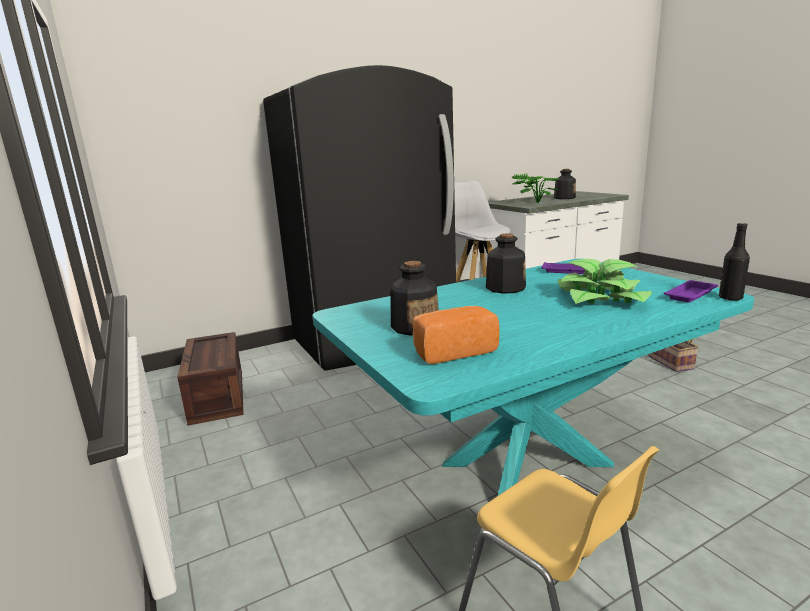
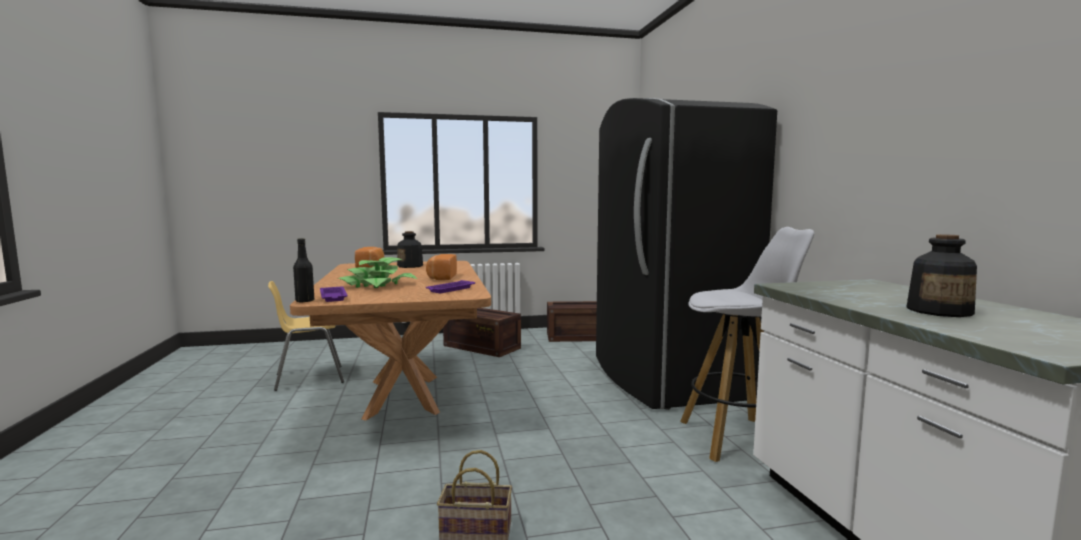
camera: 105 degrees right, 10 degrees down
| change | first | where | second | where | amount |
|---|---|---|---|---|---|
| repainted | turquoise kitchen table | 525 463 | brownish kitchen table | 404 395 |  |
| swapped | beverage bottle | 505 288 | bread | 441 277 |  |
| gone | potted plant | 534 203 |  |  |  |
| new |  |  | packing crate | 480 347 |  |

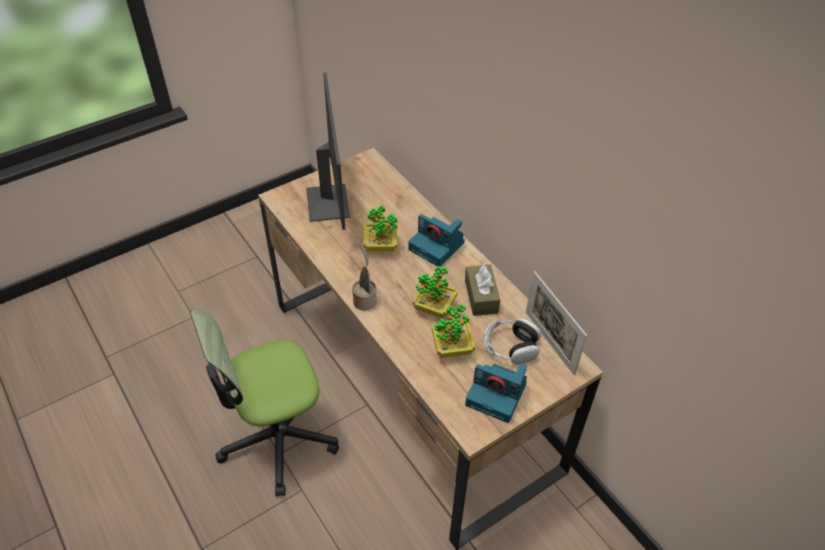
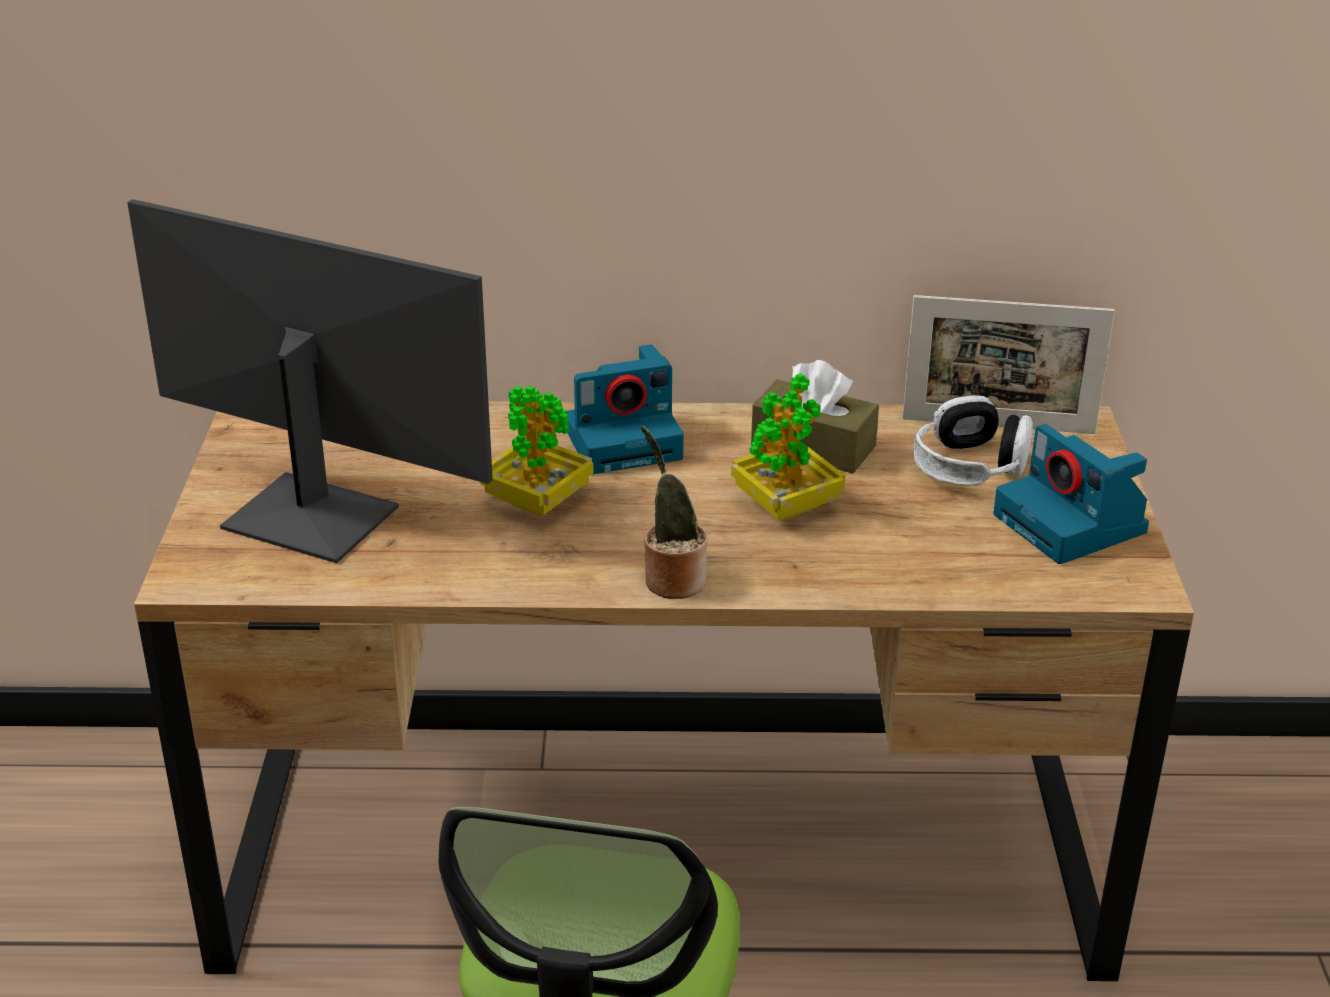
camera: 55 degrees left, 15 degrees down
| change | first | where | second | where | amount |
|---|---|---|---|---|---|
| gone | potted plant | 452 347 |  |  |  |
| rotated | still camera | 497 394 |  | 1073 524 | 90 degrees clockwise |

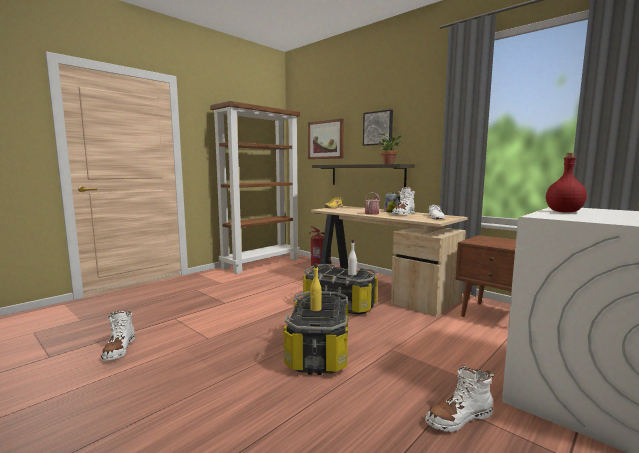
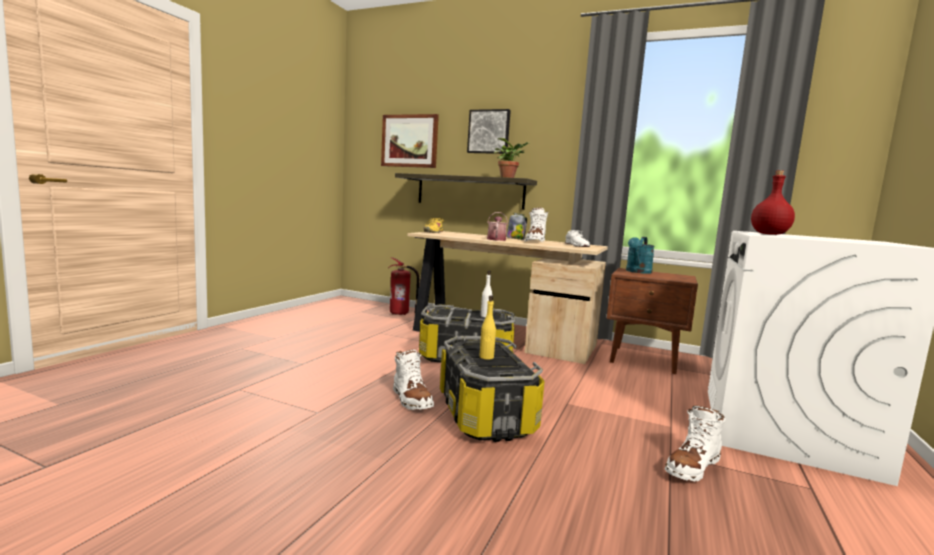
camera: 20 degrees left, 0 degrees up
| change | first | where | second | where | amount |
|---|---|---|---|---|---|
| shifted | white tall boot | 119 350 |  | 411 399 |  |
| gone | brownish bookcase | 261 263 |  |  |  |
| new |  |  | turquoise sprinkling can | 637 272 |  |

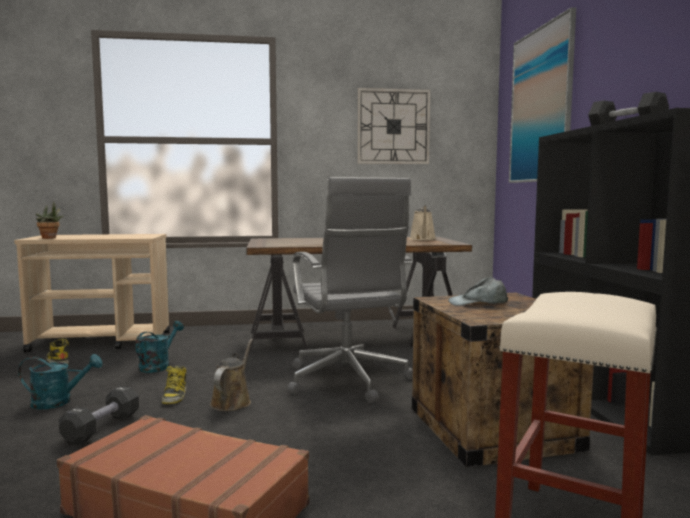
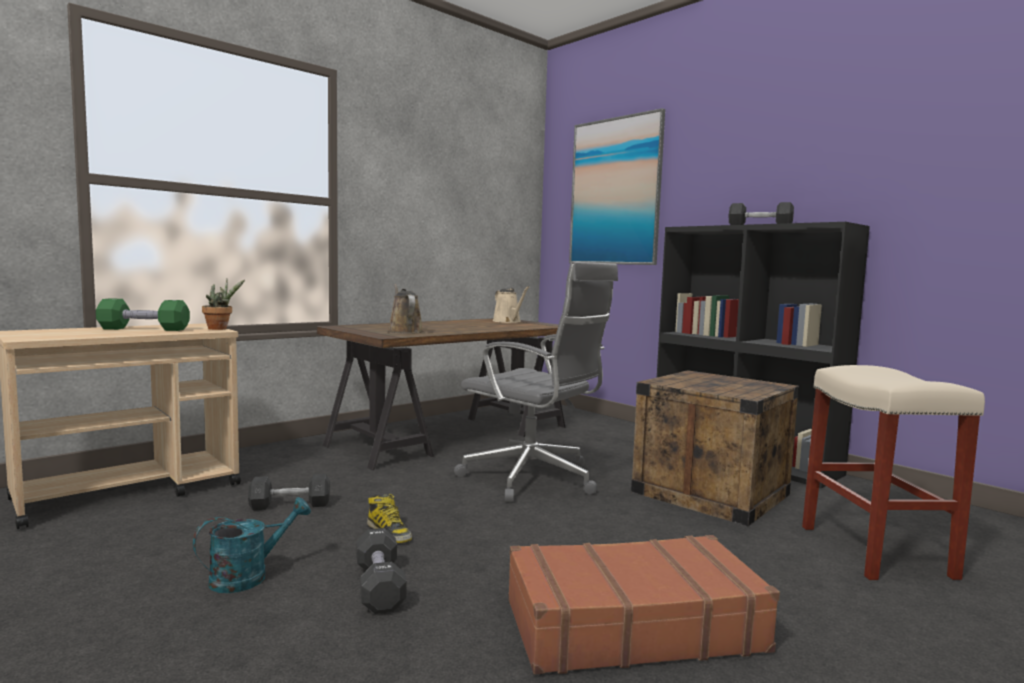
camera: 35 degrees left, 0 degrees up
| change | first | where | second | where | amount |
|---|---|---|---|---|---|
| shifted | potted plant | 50 238 |  | 220 329 |  |
| gone | tall boot | 57 360 |  |  |  |
| swapped | turquoise sprinkling can | 158 366 | greyish dumbbell | 290 505 |  |
| shifted | brownish sprinkling can | 232 401 |  | 404 331 |  |
| gone | wall clock | 393 127 |  |  |  |
| gone | greyish cap | 478 302 |  |  |  |
| new |  |  | green dumbbell | 144 329 |  |

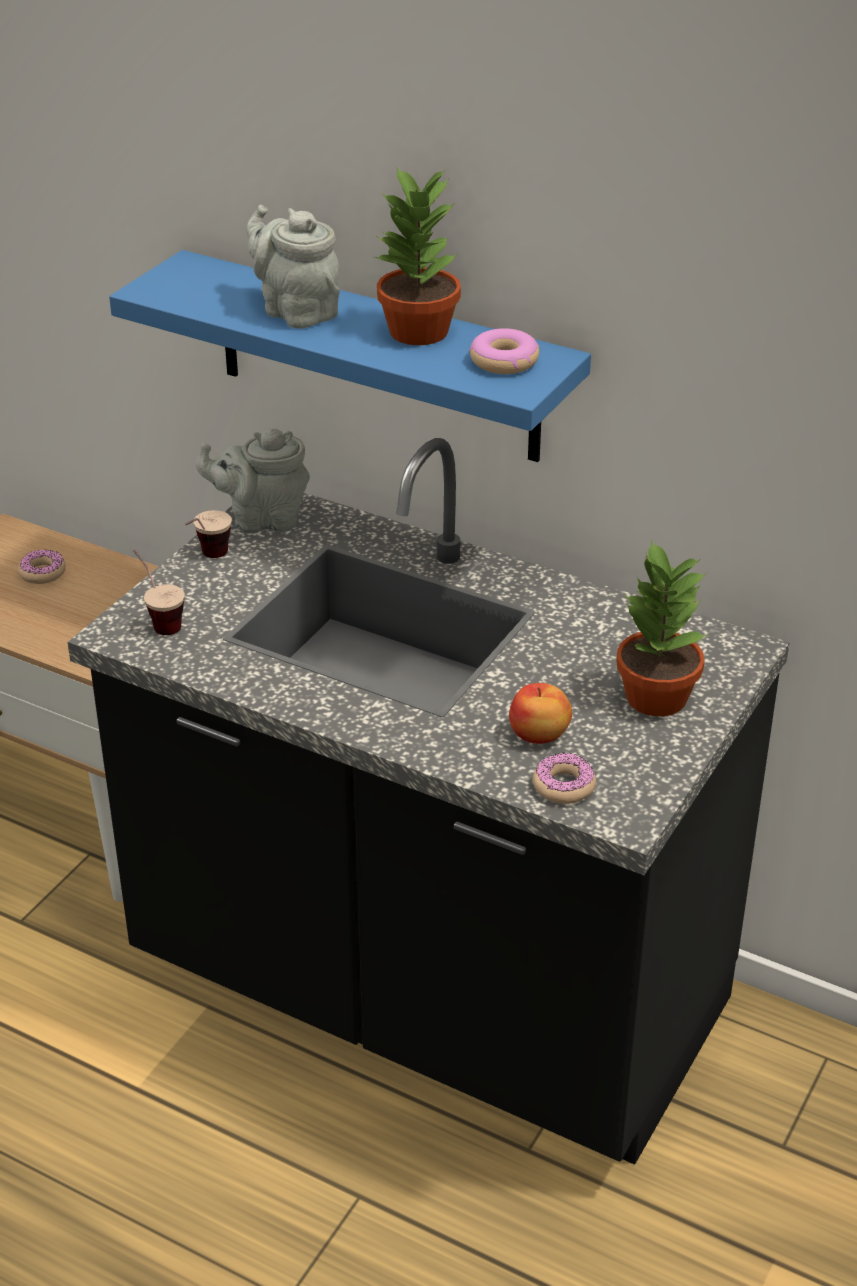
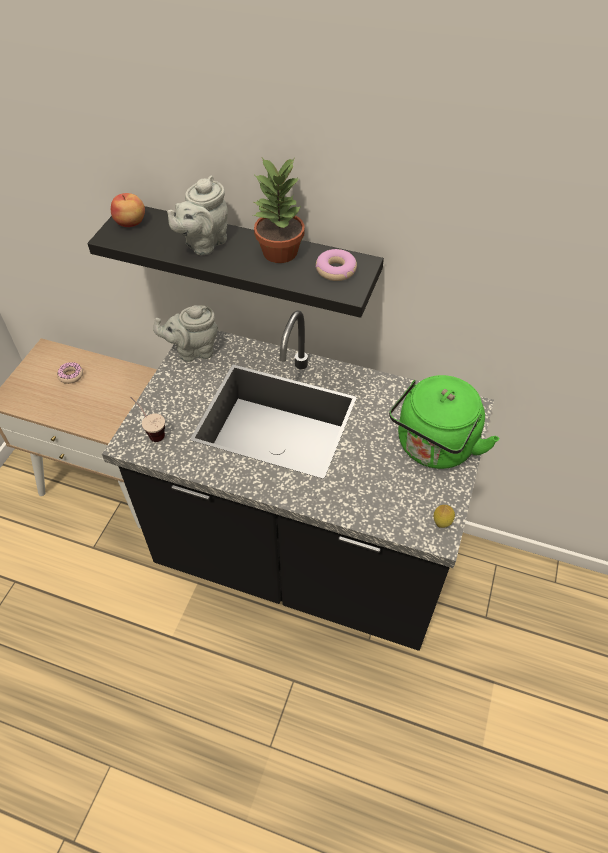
camera: 10 degrees left, 15 degrees up
| change | first | where | second | where | amount |
|---|---|---|---|---|---|
| repainted | bluish wall shelf | 377 357 | black wall shelf | 250 259 |  |
| gone | small cup | 207 560 |  |  |  |
| rotated | greyish teapot | 296 311 |  | 203 244 | 90 degrees counterclockwise |
| shifted | apple fruit | 539 735 |  | 130 223 |  |
| gone | donut | 564 786 |  |  |  |
| swapped | potted plant | 654 696 | green water kettle | 433 448 |  |
| new |  |  | lemon | 441 523 |  |

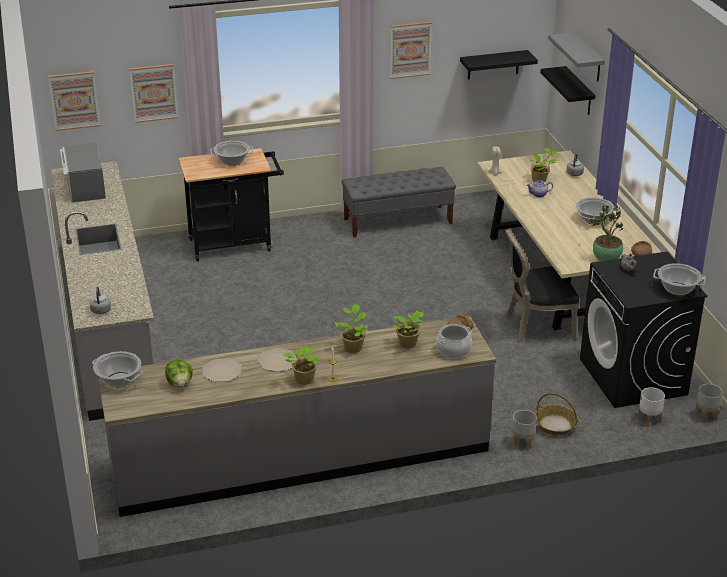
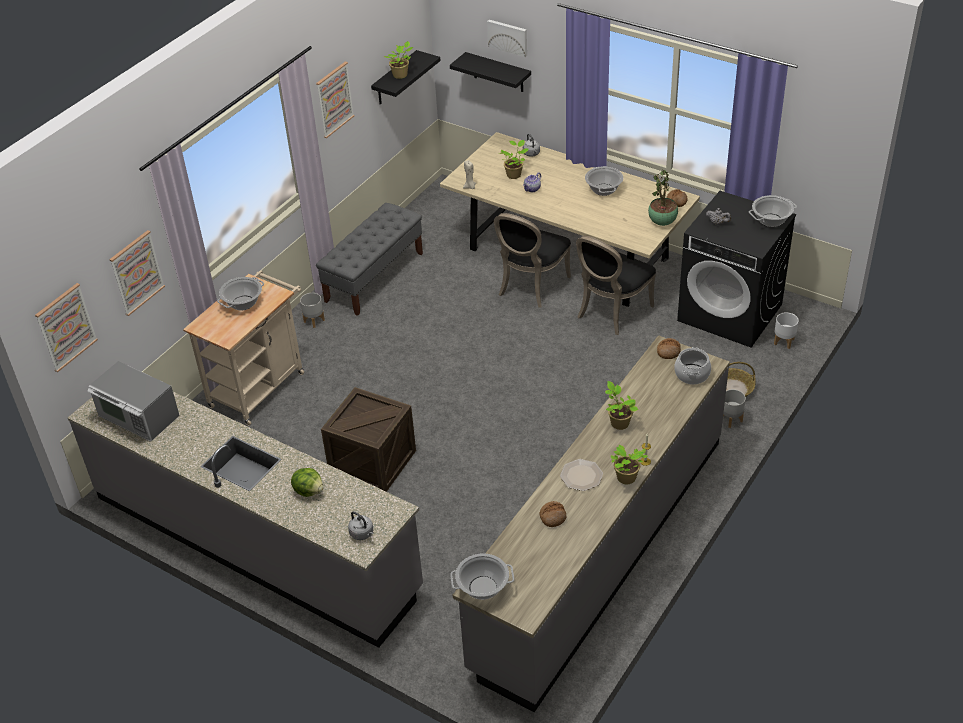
camera: 40 degrees left, 10 degrees up
| change | first | where | second | where | amount |
|---|---|---|---|---|---|
| shifted | head of lettuce | 180 383 |  | 309 490 |  |
| repainted | black trolley | 235 244 | sand-coloured trolley | 260 386 |  |
| swapped | flat dish | 222 371 | bread | 552 516 |  |
| shifted | potted plant | 408 344 |  | 401 75 |  |
| swapped | greyish wall shelf | 588 58 | wall art | 508 37 |  |
| shifted | greyish flower pot | 706 416 |  | 314 321 |  |
| new |  |  | packing crate | 372 462 |  |
| new |  |  | black upright chair | 530 286 |  |

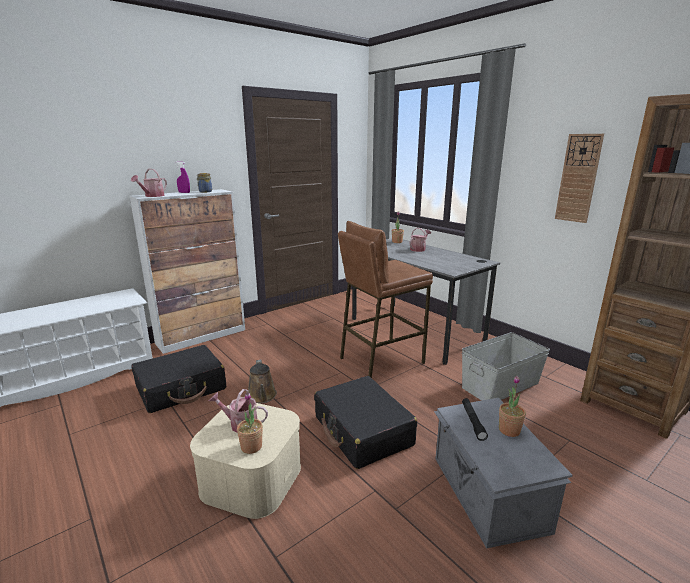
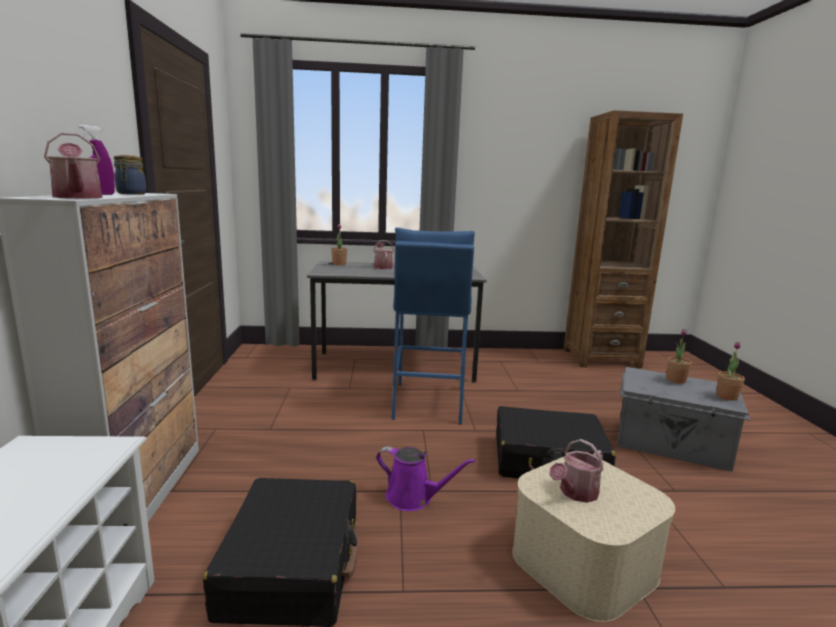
camera: 55 degrees left, 5 degrees down
| change | first | where | second | where | amount |
|---|---|---|---|---|---|
| shifted | potted plant | 251 447 |  | 726 396 |  |
| repainted | brownish sprinkling can | 262 397 | purplish sprinkling can | 413 498 |  |
| repainted | brownish stool seat | 381 360 | bluish stool seat | 428 402 |  |
| gone | greyish storage box | 501 385 |  |  |  |
| gone | black flashlight | 473 422 |  |  |  |
| gone | wall clock | 578 178 |  |  |  |

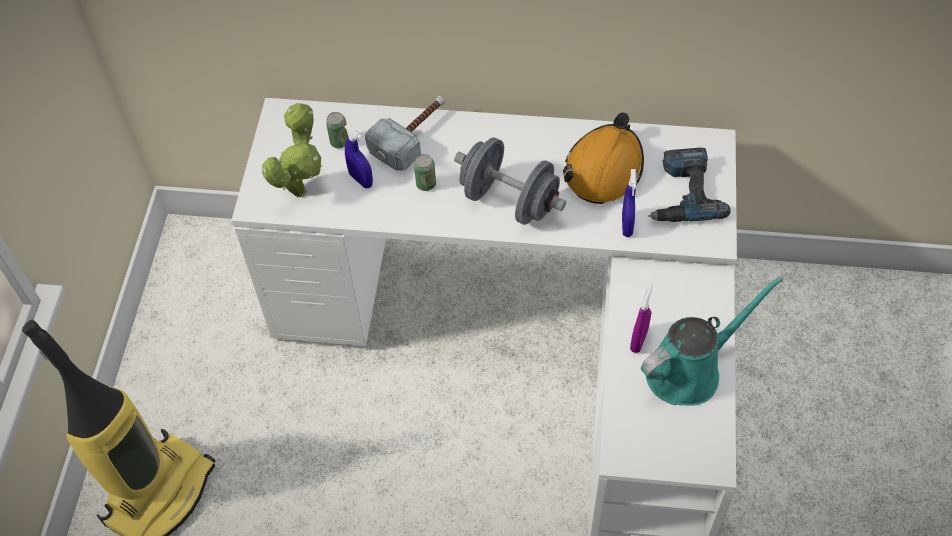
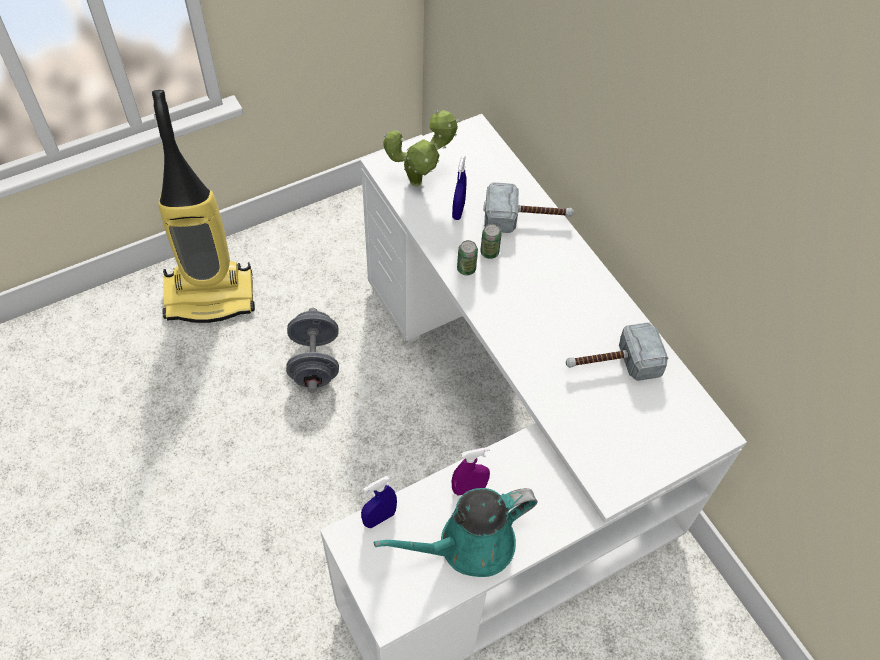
camera: 50 degrees right, 0 degrees up
| change | first | where | second | where | amount |
|---|---|---|---|---|---|
| shifted | can | 339 142 |  | 466 269 |  |
| shifted | greyish dumbbell | 509 201 |  | 314 362 |  |
| swapped | orange-coloured safety helmet | 604 169 | tool hammer | 611 363 |  |
| shifted | bluish spray bottle | 627 225 |  | 379 518 |  |
| rotated | turquoise sprinkling can | 689 370 |  | 469 545 | 135 degrees clockwise |
| gone | electric drill | 682 193 |  |  |  |

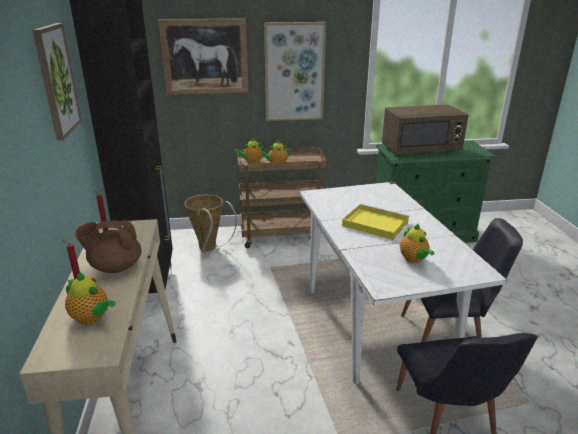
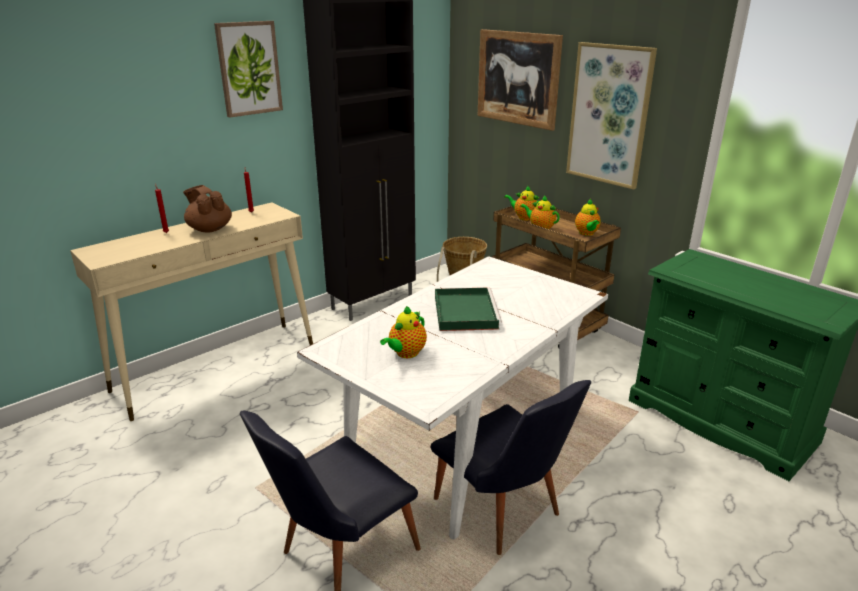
camera: 55 degrees right, 0 degrees up
| change | first | where | second | where | amount |
|---|---|---|---|---|---|
| shifted | teapot | 92 318 |  | 587 233 |  |
| repainted | yellowish tray | 374 224 | green tray | 464 311 |  |
| gone | brownish microwave oven | 420 149 |  |  |  |

